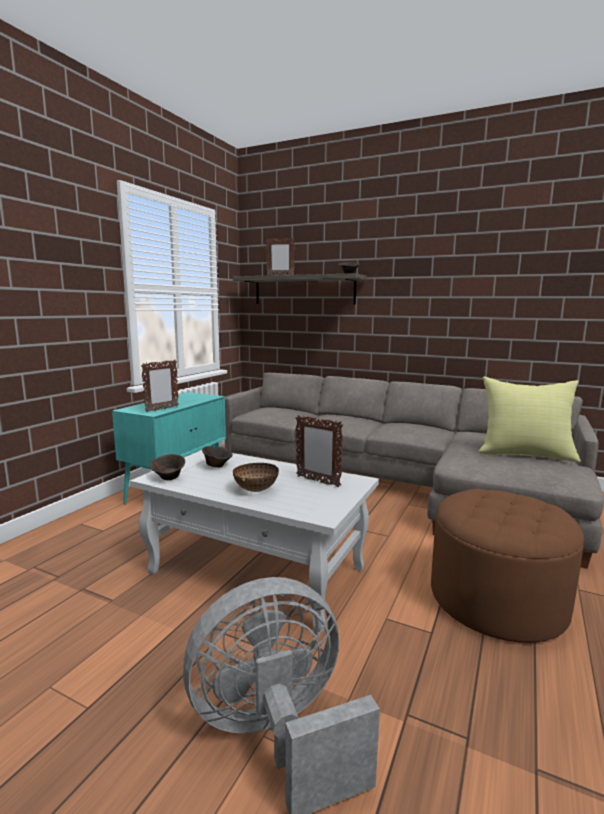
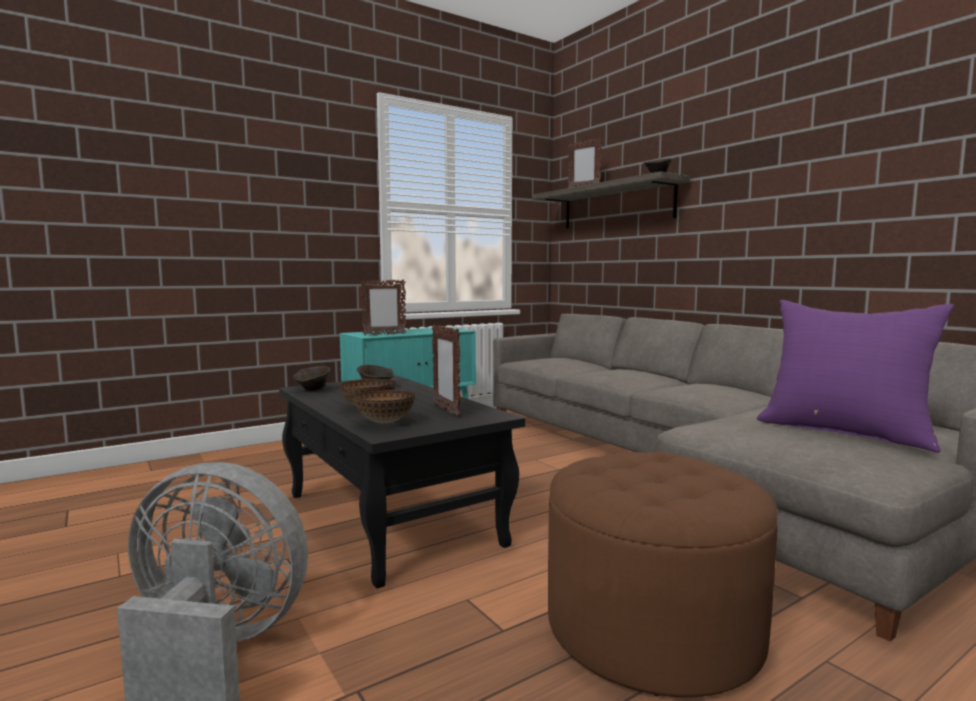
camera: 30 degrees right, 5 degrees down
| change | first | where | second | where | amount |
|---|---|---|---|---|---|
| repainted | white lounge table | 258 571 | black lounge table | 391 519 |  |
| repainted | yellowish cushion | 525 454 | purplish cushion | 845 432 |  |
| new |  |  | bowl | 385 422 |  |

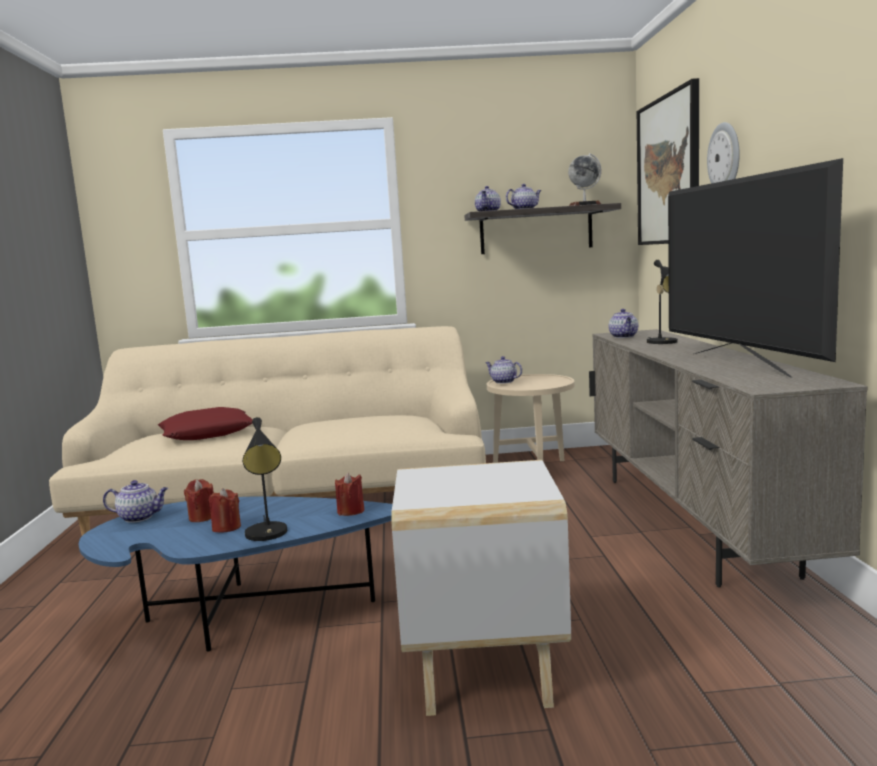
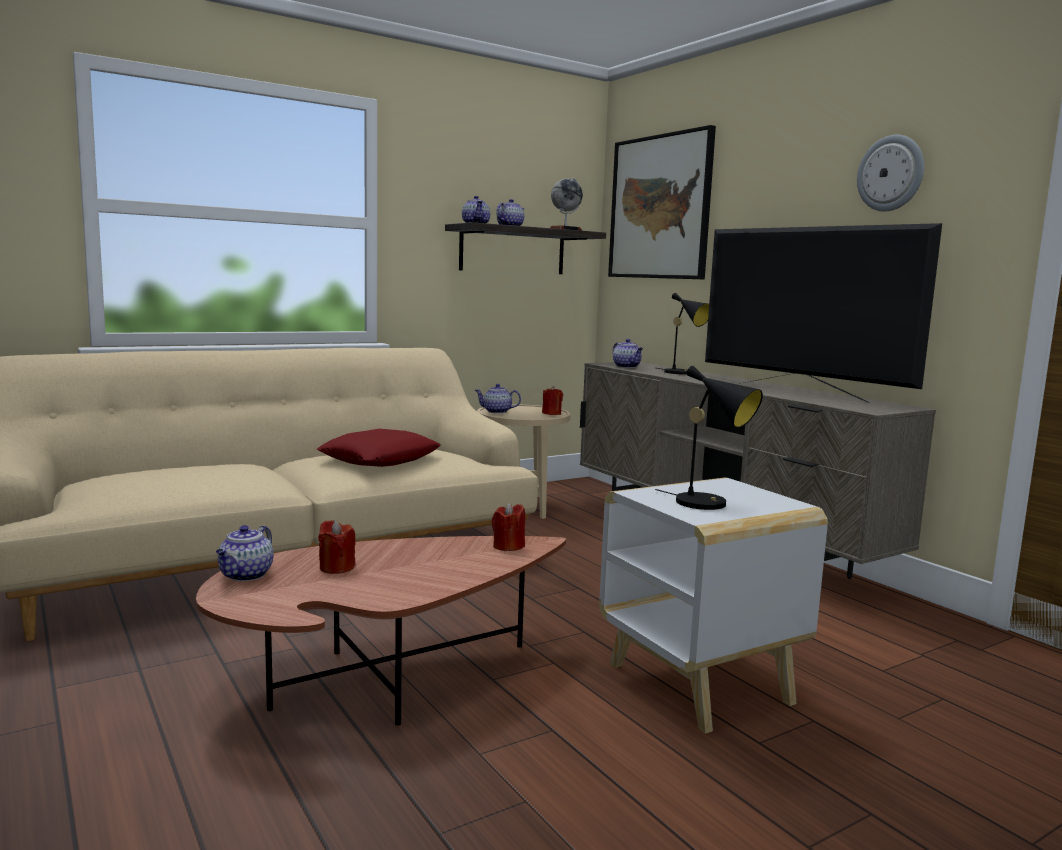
camera: 30 degrees left, 0 degrees up
| change | first | where | second | where | amount |
|---|---|---|---|---|---|
| repainted | bluish lounge table | 242 612 | brownish lounge table | 383 680 |  |
| rotated | teapot | 140 517 |  | 246 575 | 135 degrees clockwise |
| shifted | reddish cushion | 207 433 |  | 380 459 |  |
| shifted | reddish wax candle | 226 527 |  | 551 413 |  |
| shifted | black table lamp | 268 535 |  | 708 504 |  |
| shifted | wall clock | 725 157 |  | 891 173 |  |

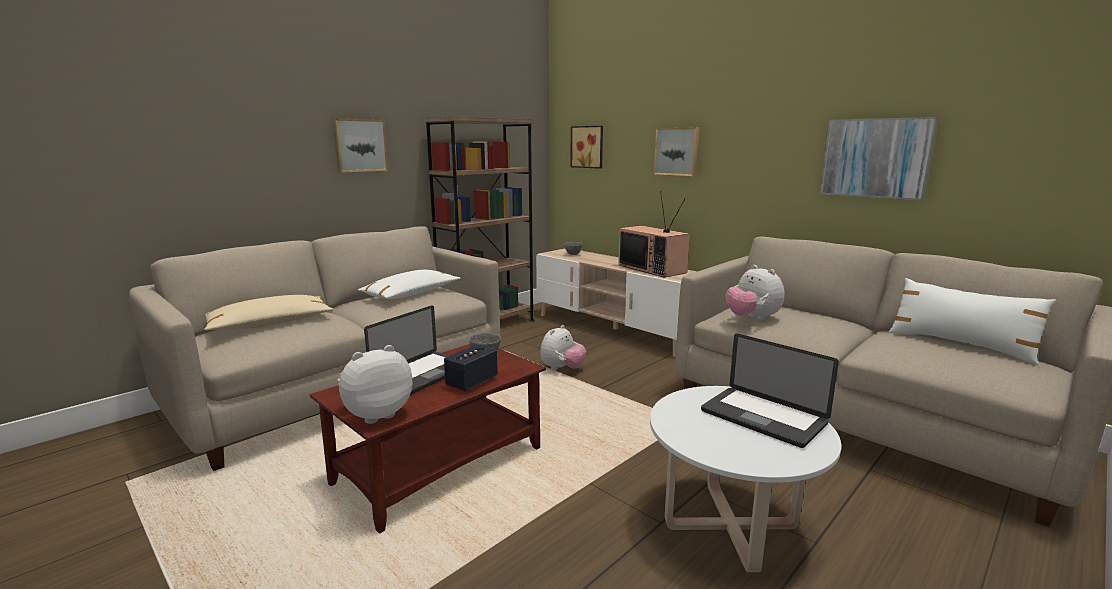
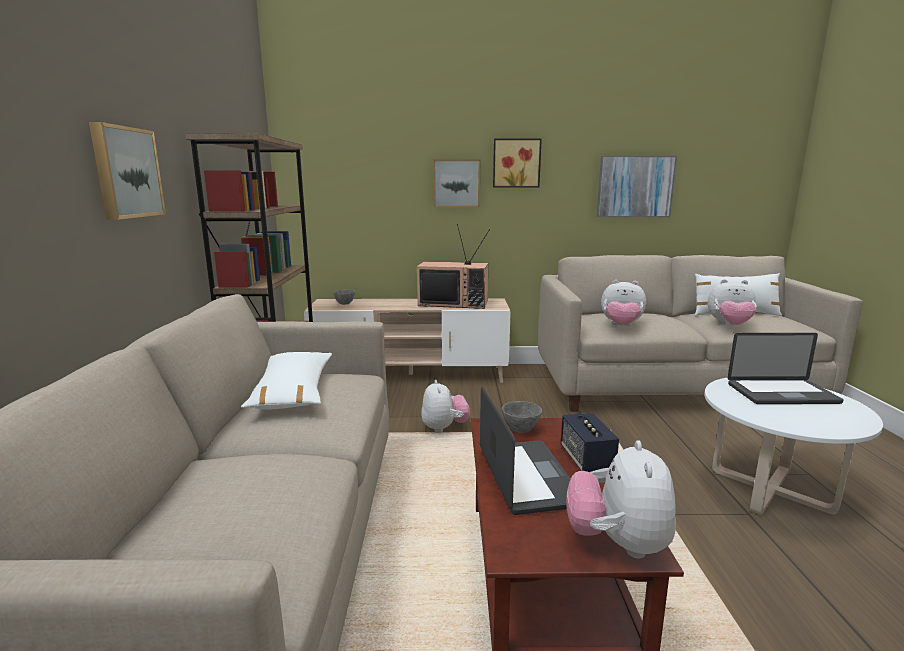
camera: 45 degrees left, 0 degrees up
| change | first | where | second | where | amount |
|---|---|---|---|---|---|
| gone | sand-coloured cushion | 270 324 |  |  |  |
| shifted | wall art | 588 147 |  | 516 163 |  |
| new |  |  | soft toy | 729 325 |  |

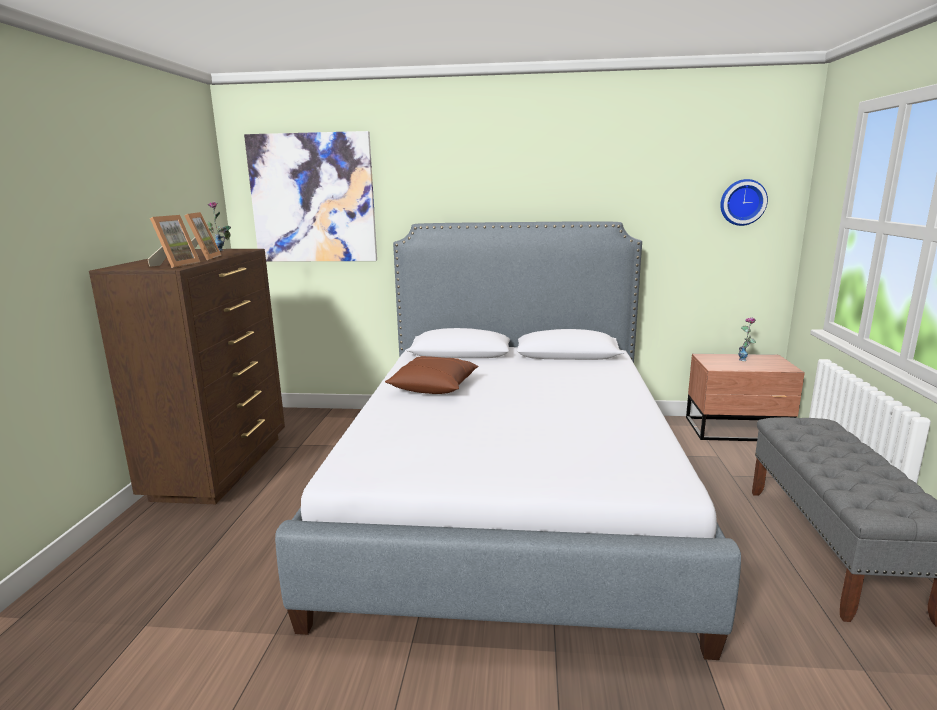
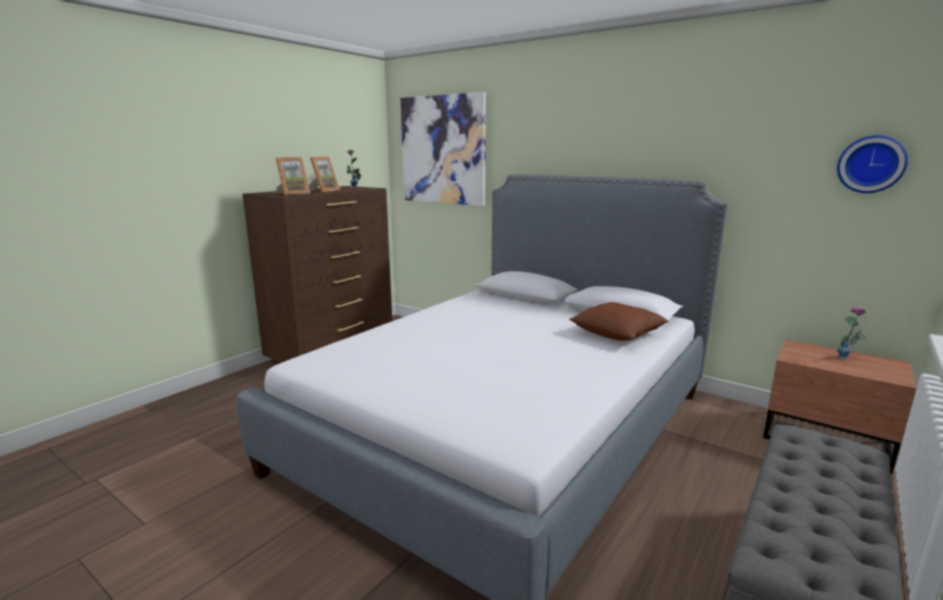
camera: 30 degrees right, 0 degrees up
| change | first | where | second | where | amount |
|---|---|---|---|---|---|
| shifted | brownish cushion | 434 387 |  | 617 333 |  |

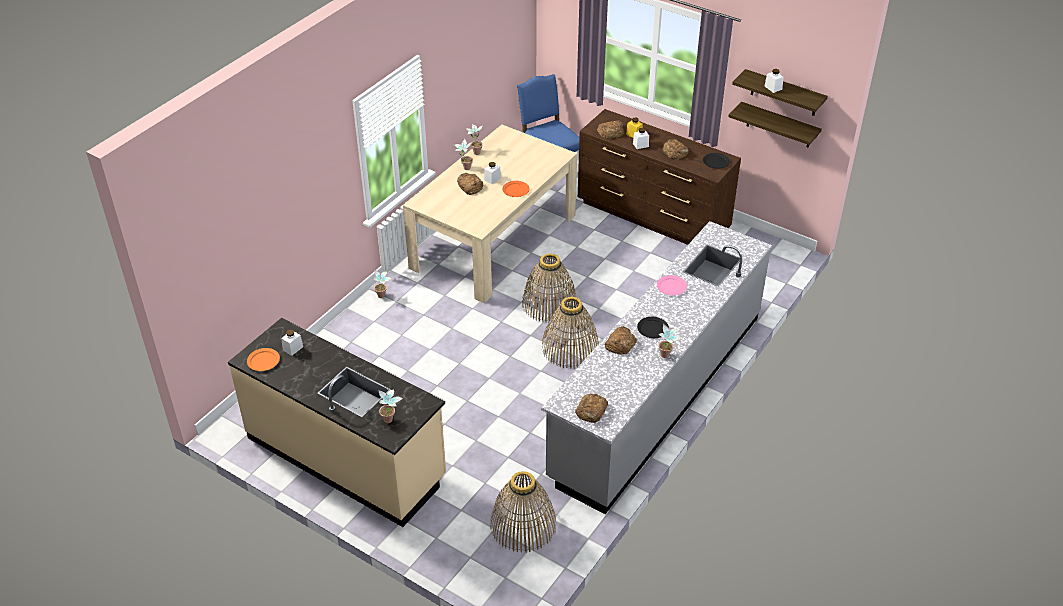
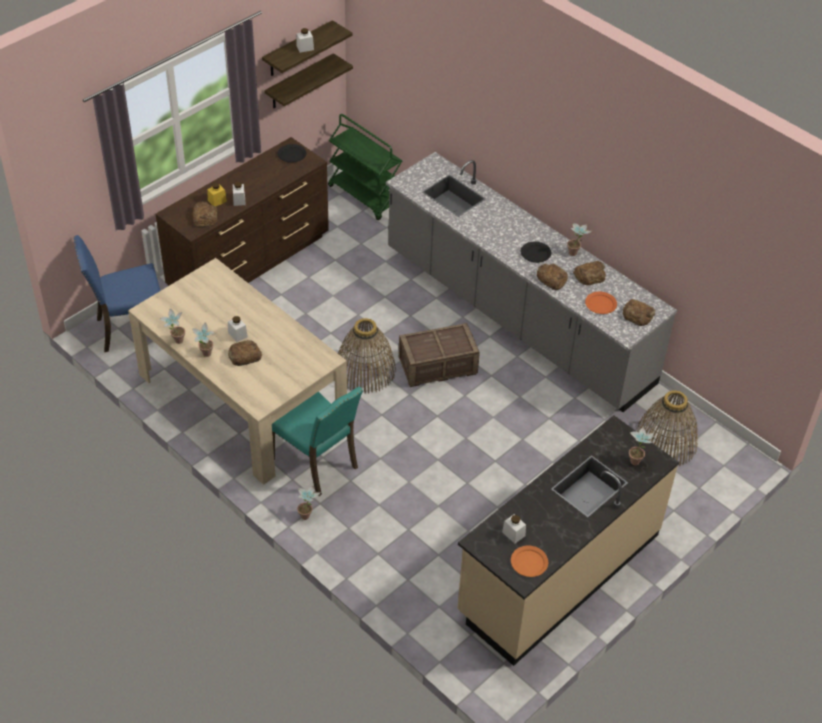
camera: 80 degrees left, 5 degrees up
| change | first | where | second | where | amount |
|---|---|---|---|---|---|
| shifted | orange-coloured flat dish | 516 190 |  | 600 304 |  |
| swapped | household basket | 570 348 | packing crate | 437 367 |  |
| gone | pinkish flat dish | 671 287 |  |  |  |
| shifted | bread | 675 152 |  | 590 275 |  |
| new |  |  | turquoise upright chair | 317 463 |  |
| new |  |  | green trolley | 365 196 |  |

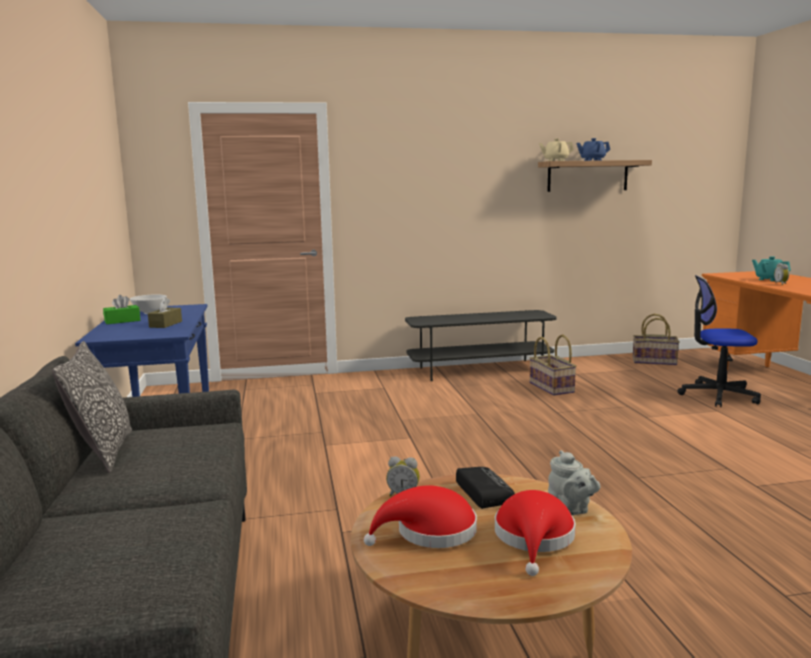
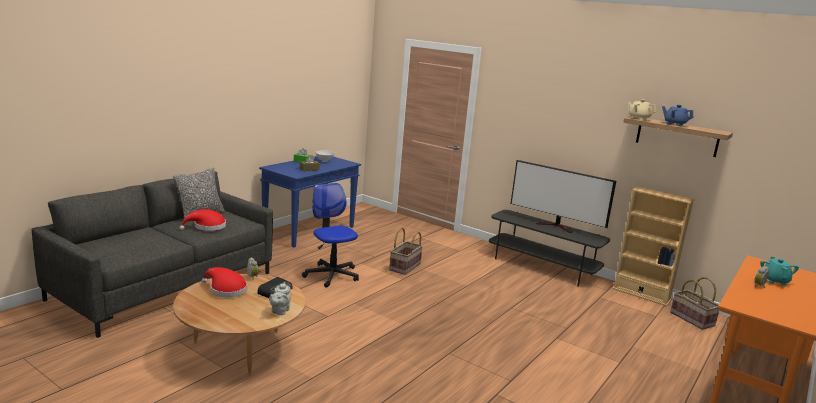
camera: 45 degrees right, 5 degrees up
| change | first | where | second | where | amount |
|---|---|---|---|---|---|
| shifted | reddish clothing hat | 534 538 |  | 207 227 |  |
| shifted | household basket | 552 387 |  | 405 267 |  |
| shifted | computer chair | 718 395 |  | 331 275 |  |
| new |  |  | television | 556 226 |  |
| new |  |  | sand-coloured bookcase | 641 294 |  |

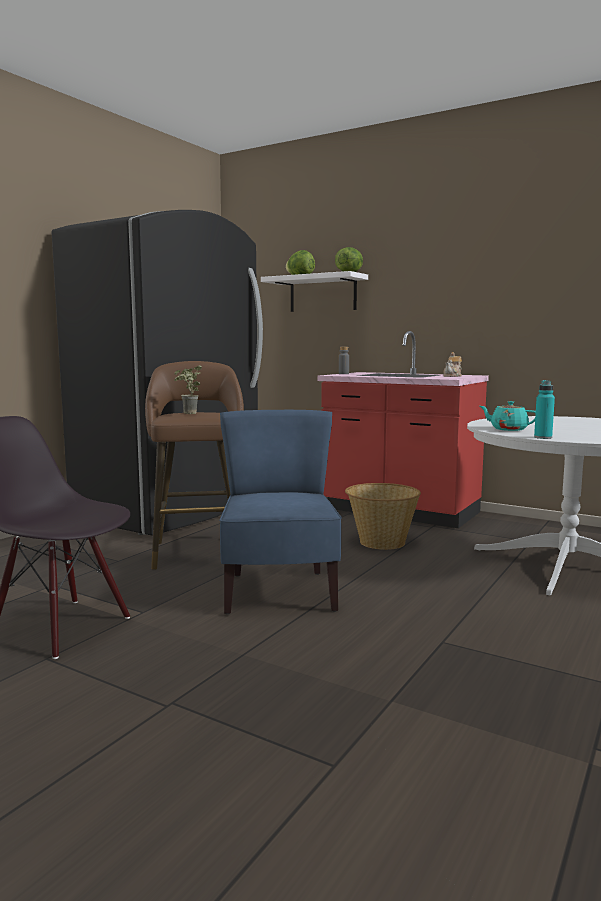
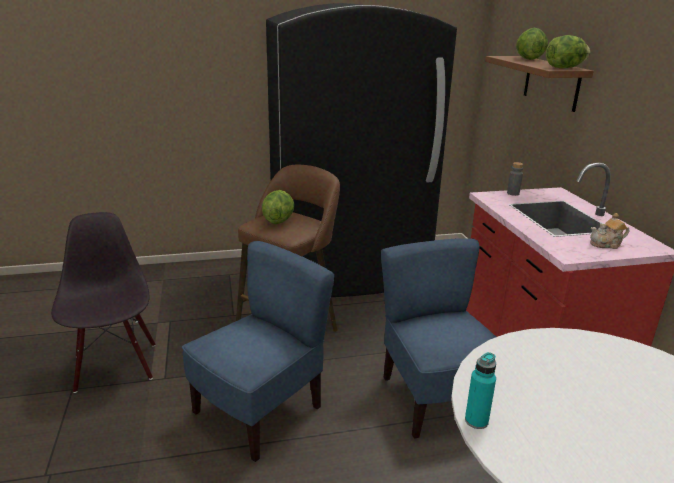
camera: 45 degrees right, 15 degrees up
| change | first | where | second | where | amount |
|---|---|---|---|---|---|
| swapped | potted plant | 188 414 | head of lettuce | 278 220 |  |
| repainted | white wall shelf | 322 294 | brownish wall shelf | 551 83 |  |
| swapped | household basket | 381 542 | bluish upright chair | 436 398 |  |
| gone | turquoise teapot | 508 429 |  |  |  |

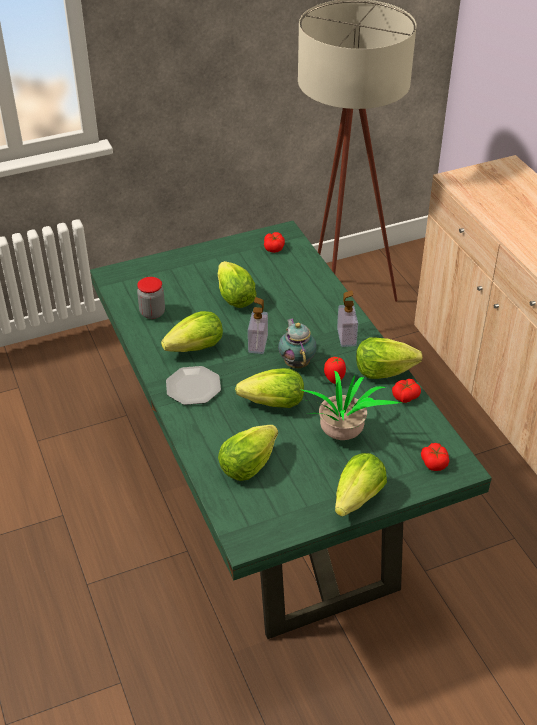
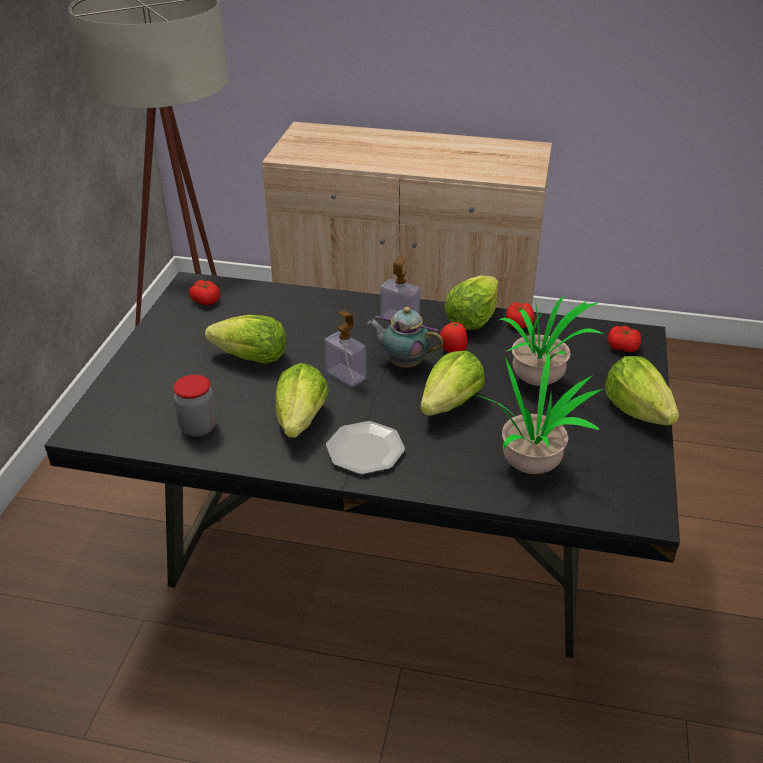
camera: 55 degrees left, 5 degrees down
| change | first | where | second | where | amount |
|---|---|---|---|---|---|
| repainted | green kitchen table | 270 494 | black kitchen table | 384 555 |  |
| swapped | head of lettuce | 247 465 | potted plant | 530 463 |  |

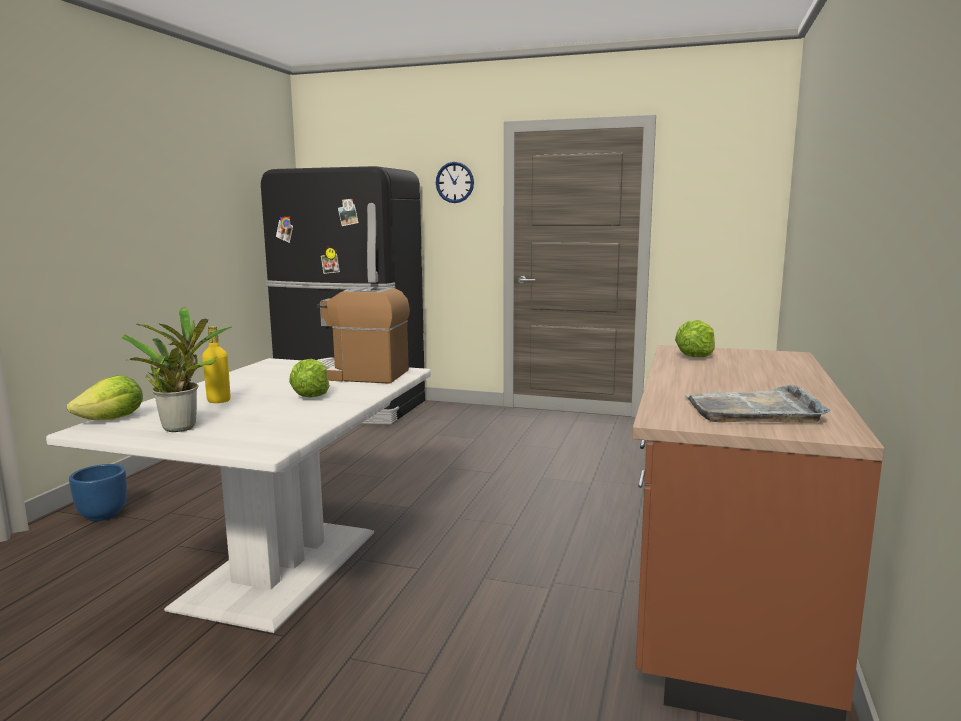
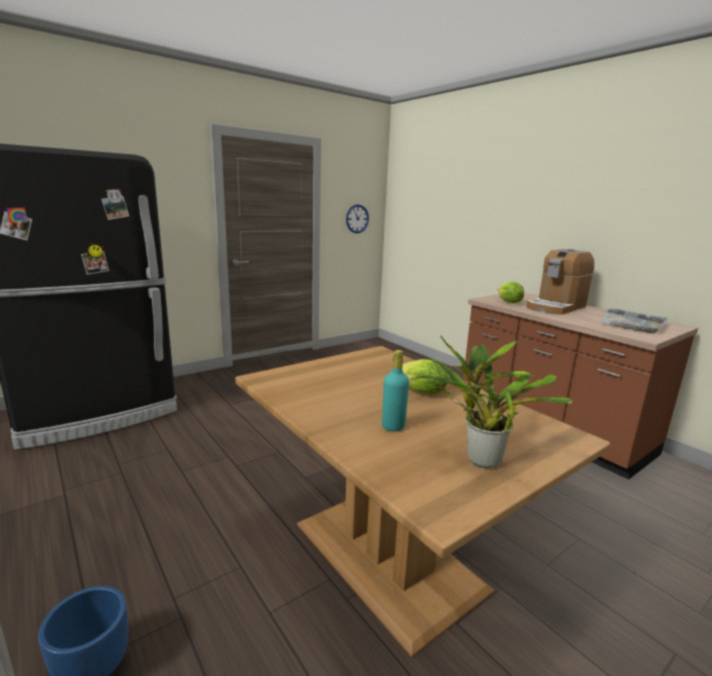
camera: 55 degrees left, 5 degrees up
| change | first | where | second | where | amount |
|---|---|---|---|---|---|
| repainted | white kitchen table | 283 568 | brownish kitchen table | 388 554 |  |
| gone | head of lettuce | 112 419 |  |  |  |
| repainted | yellowish beverage bottle | 219 401 | turquoise beverage bottle | 393 426 |  |
| shifted | coffee machine | 358 375 |  | 556 307 |  |
| shifted | wall clock | 454 182 |  | 357 218 |  |

